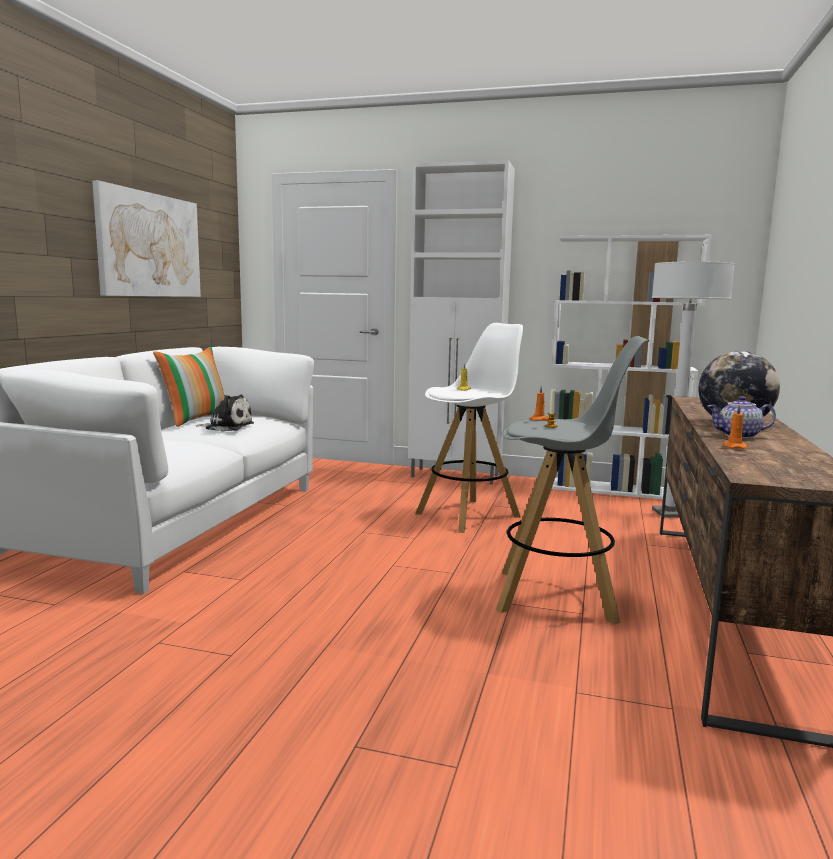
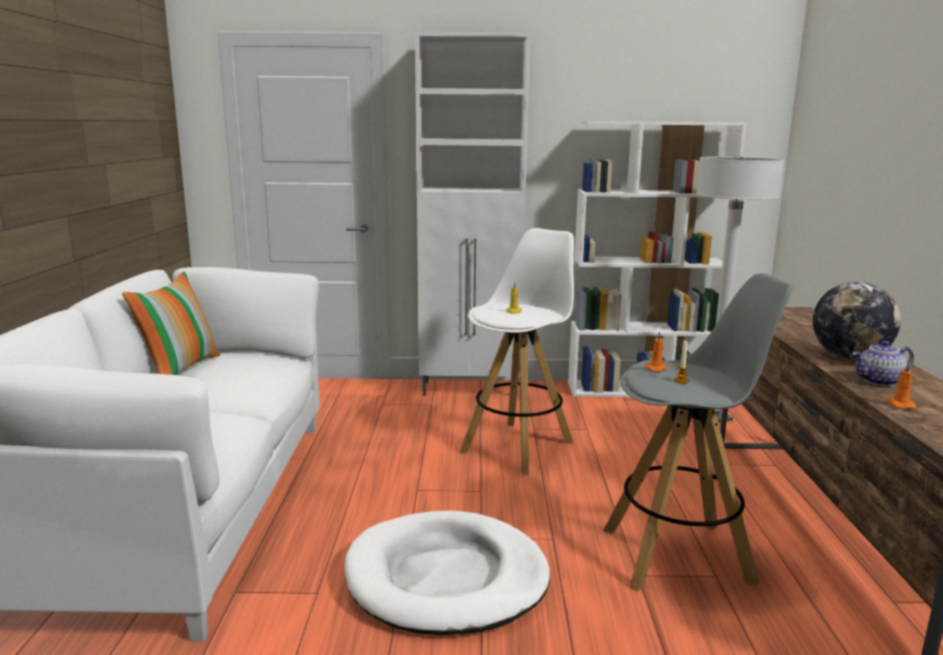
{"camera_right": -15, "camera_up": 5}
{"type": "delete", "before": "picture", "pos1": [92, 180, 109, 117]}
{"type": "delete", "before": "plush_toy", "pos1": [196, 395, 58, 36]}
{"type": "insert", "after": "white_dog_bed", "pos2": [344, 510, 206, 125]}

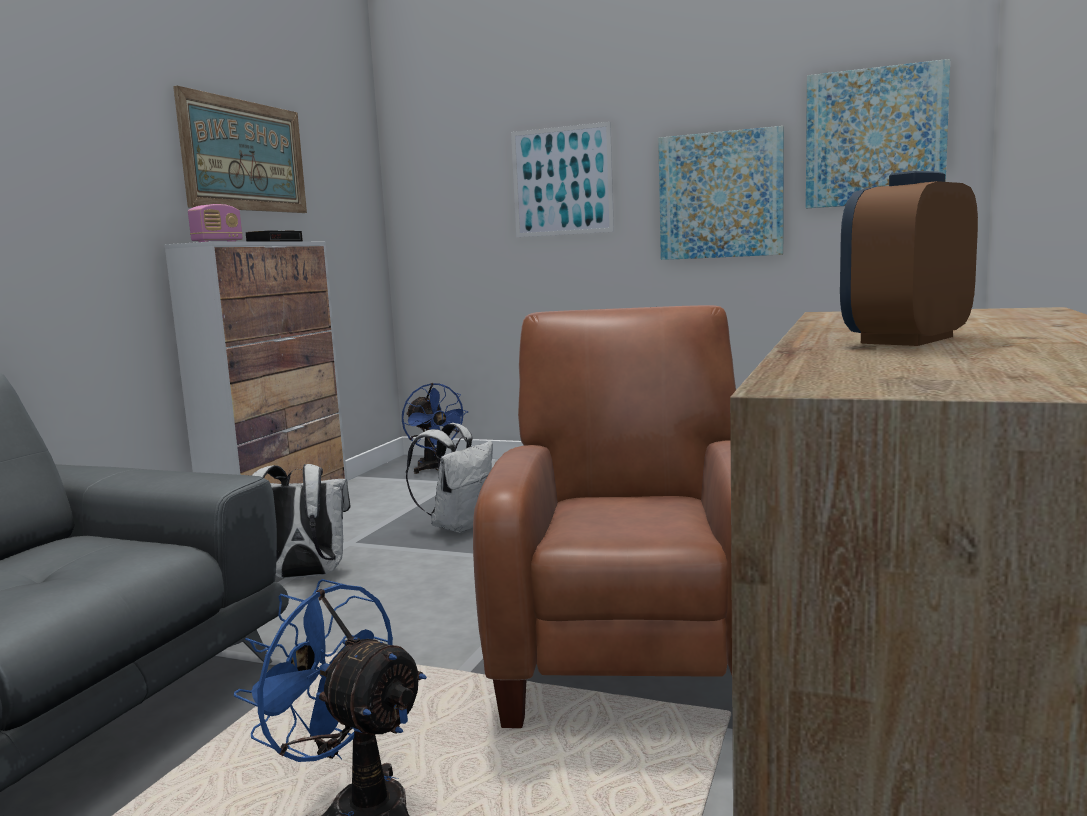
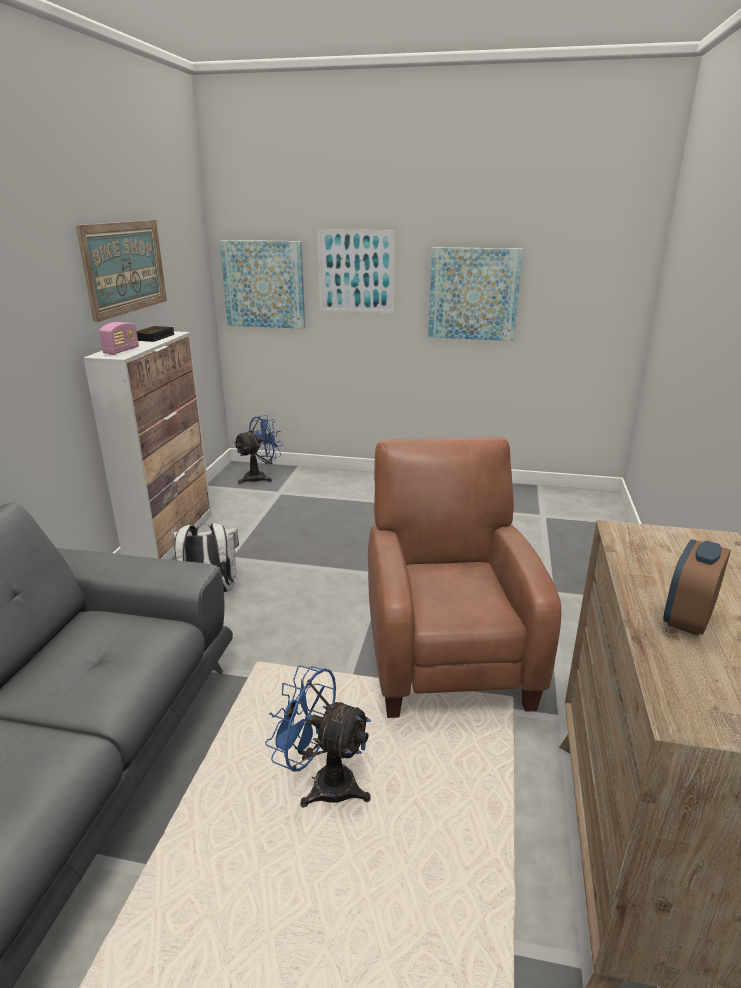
{"camera_right": -10, "camera_up": 15}
{"type": "rotate", "before": "blue_fan", "pos1": [402, 383, 67, 91], "pos2": [234, 415, 49, 69], "turn": -90}
{"type": "delete", "before": "white_backpack", "pos1": [406, 423, 87, 110]}
{"type": "move", "before": "picture", "pos1": [806, 59, 144, 149], "pos2": [220, 240, 85, 89]}

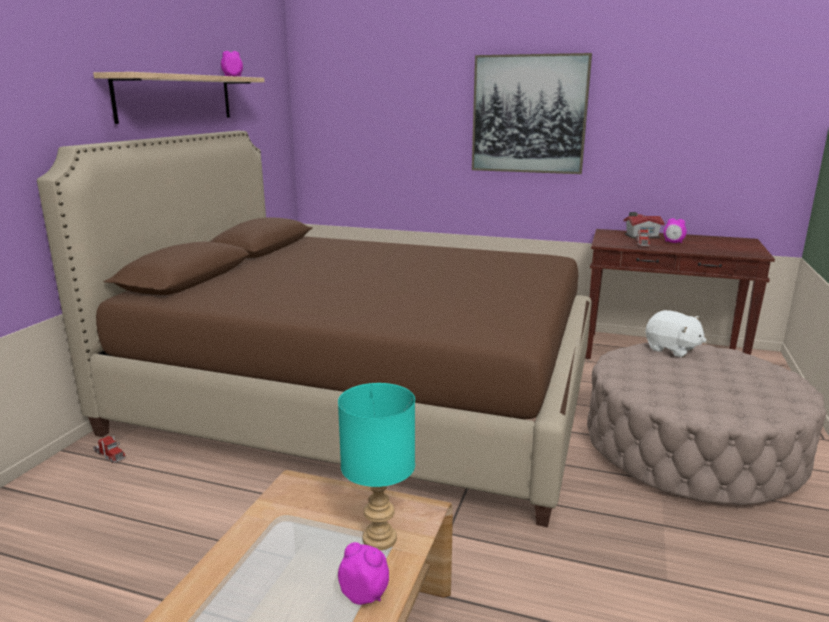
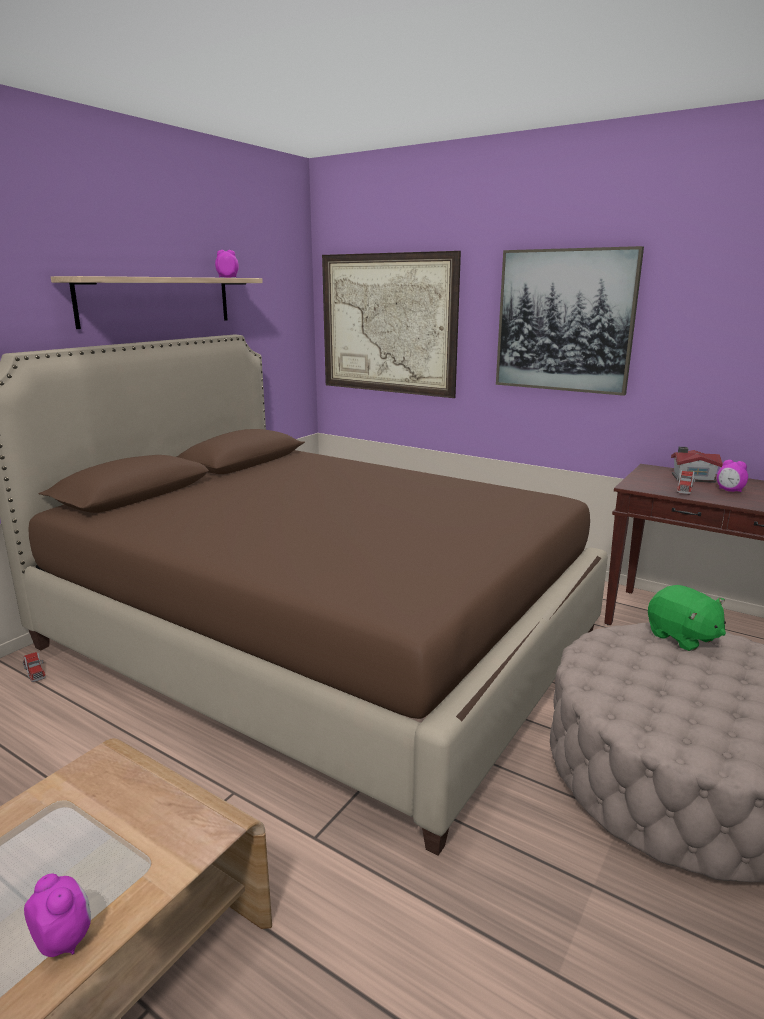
{"camera_right": 15, "camera_up": 0}
{"type": "delete", "before": "turquoise_table_lamp", "pos1": [338, 383, 77, 167]}
{"type": "recolor", "before": "white_plush_toy", "after": "green_plush_toy", "pos1": [646, 310, 60, 47], "pos2": [648, 585, 78, 66]}
{"type": "insert", "after": "picture", "pos2": [322, 251, 139, 147]}

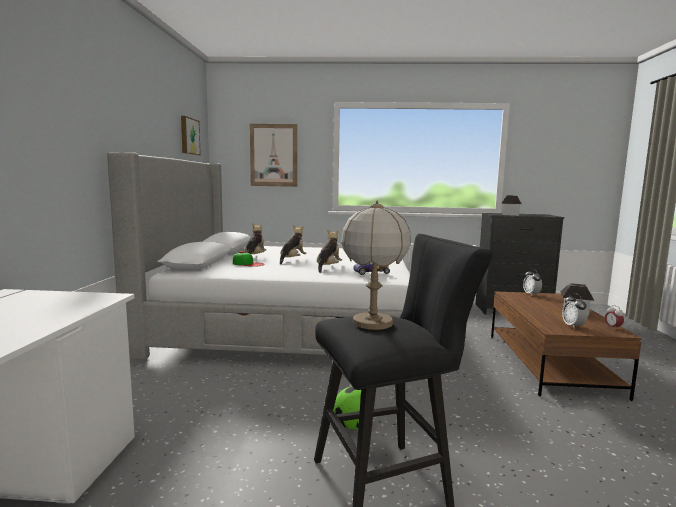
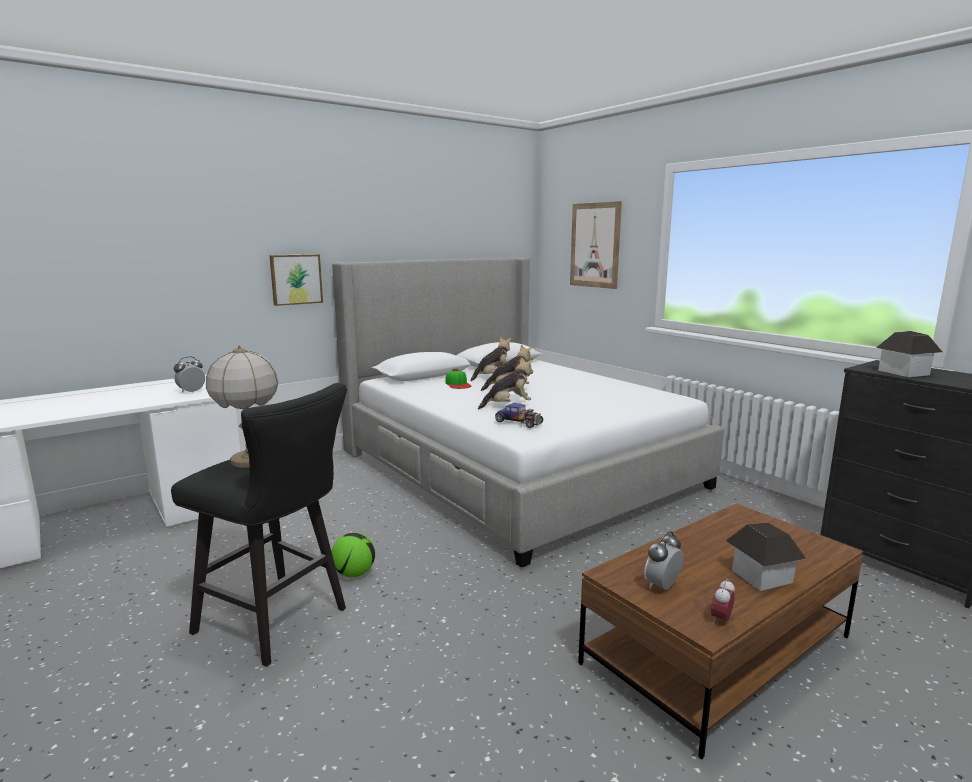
{"camera_right": 50, "camera_up": 5}
{"type": "move", "before": "picture", "pos1": [181, 116, 20, 39], "pos2": [269, 254, 54, 52]}
{"type": "move", "before": "alarm_clock", "pos1": [523, 269, 19, 27], "pos2": [174, 356, 31, 37]}

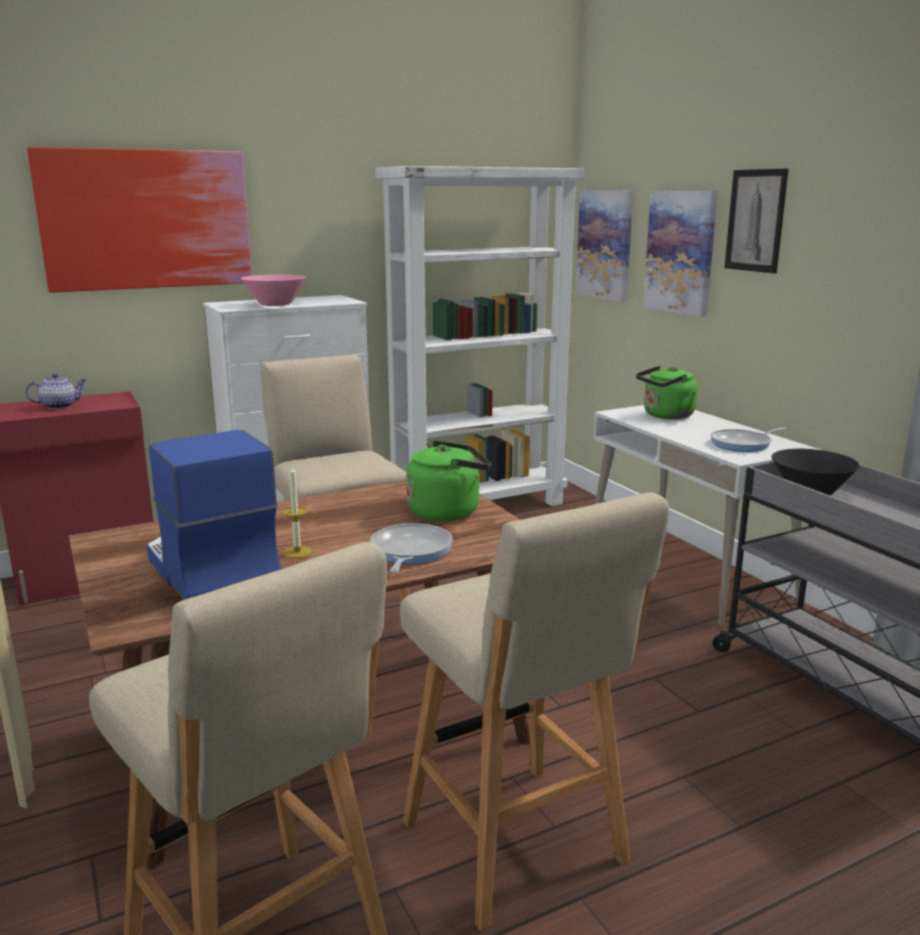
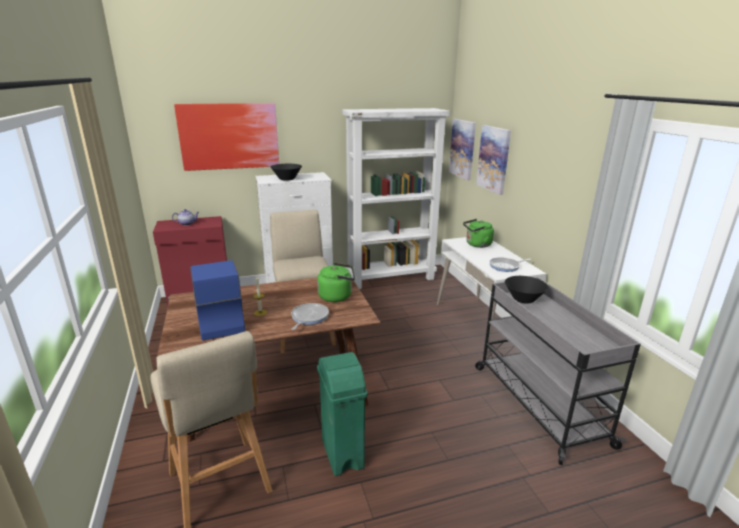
{"camera_right": 10, "camera_up": 5}
{"type": "recolor", "before": "pink_bowl", "after": "black_bowl", "pos1": [241, 274, 65, 32], "pos2": [271, 164, 31, 17]}
{"type": "replace", "before": "beige_stool", "after": "green_trash_can", "pos1": [400, 492, 269, 439], "pos2": [317, 352, 51, 124]}
{"type": "delete", "before": "picture", "pos1": [724, 169, 65, 105]}

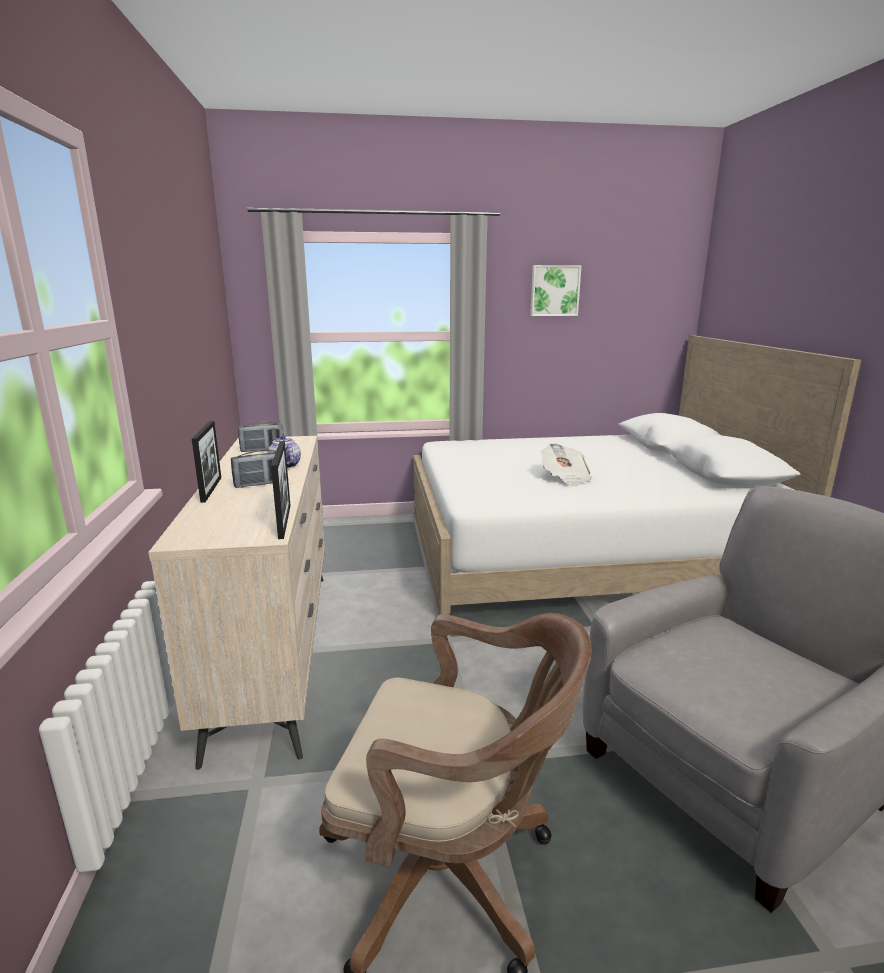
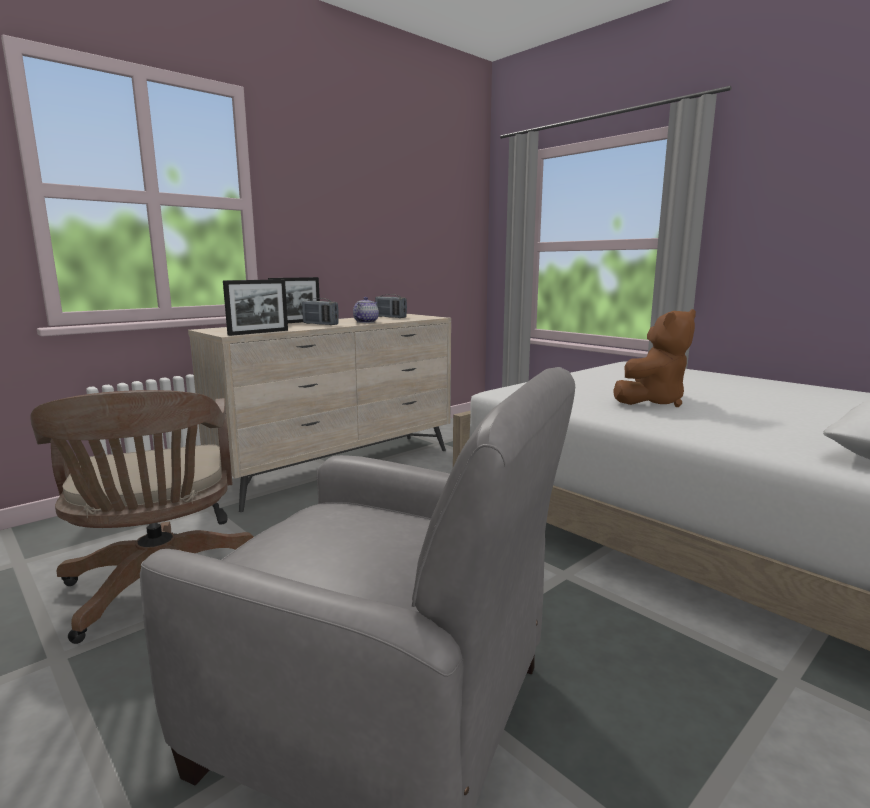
{"camera_right": 55, "camera_up": -5}
{"type": "delete", "before": "picture", "pos1": [530, 265, 52, 51]}
{"type": "replace", "before": "newspaper", "after": "brown_plush_toy", "pos1": [541, 443, 51, 44], "pos2": [613, 309, 83, 98]}

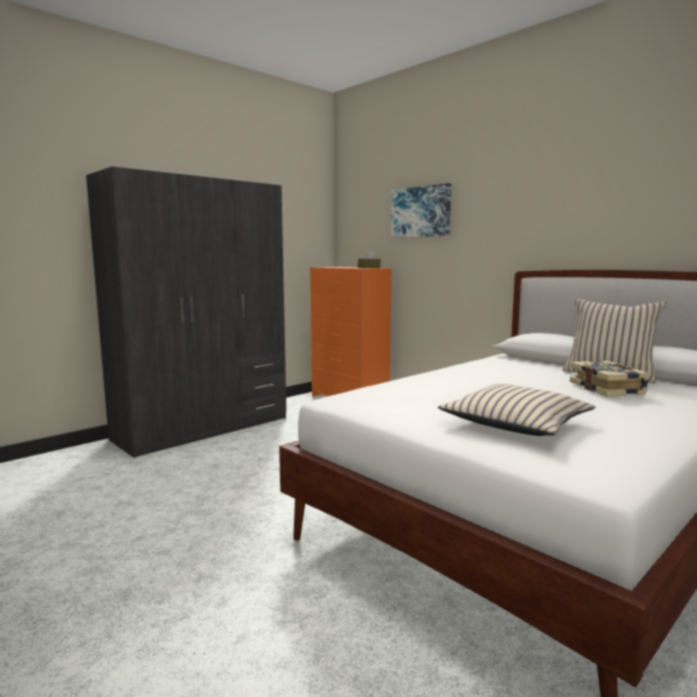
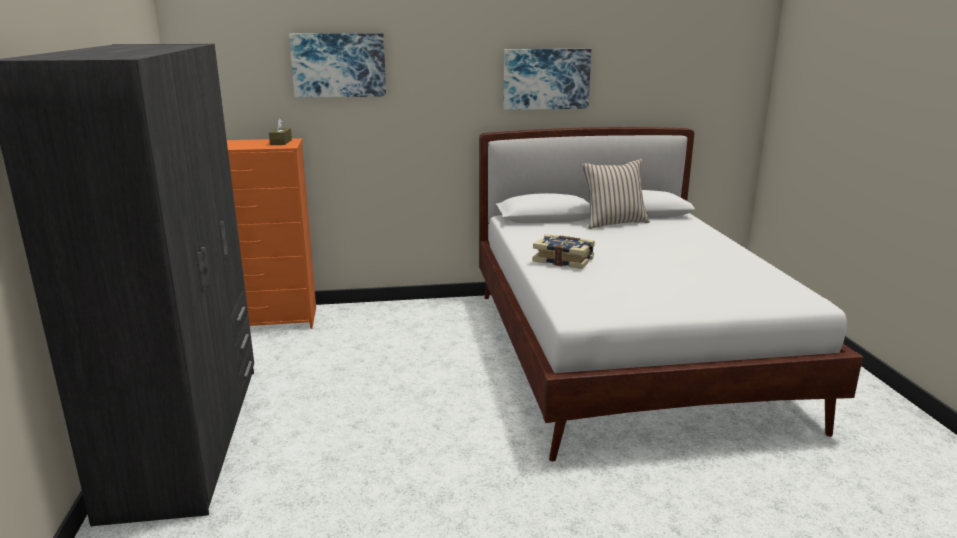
{"camera_right": -55, "camera_up": 10}
{"type": "delete", "before": "beige_pillow", "pos1": [438, 384, 158, 52]}
{"type": "move", "before": "book", "pos1": [570, 361, 79, 36], "pos2": [533, 234, 62, 35]}
{"type": "insert", "after": "picture", "pos2": [503, 49, 88, 61]}

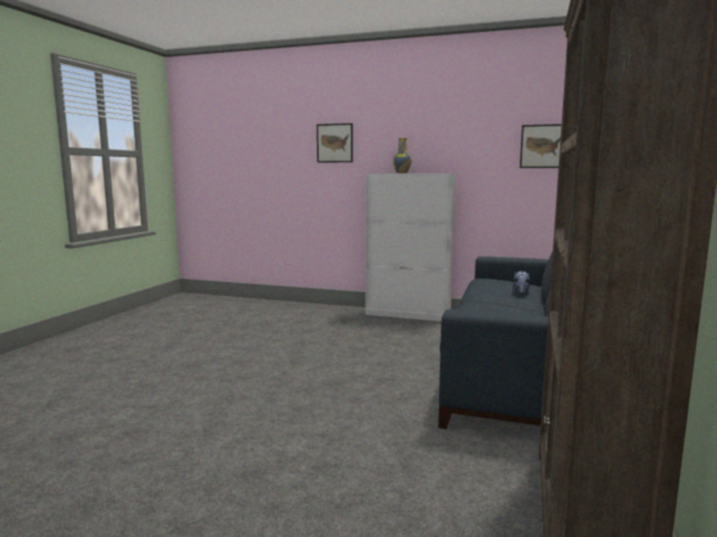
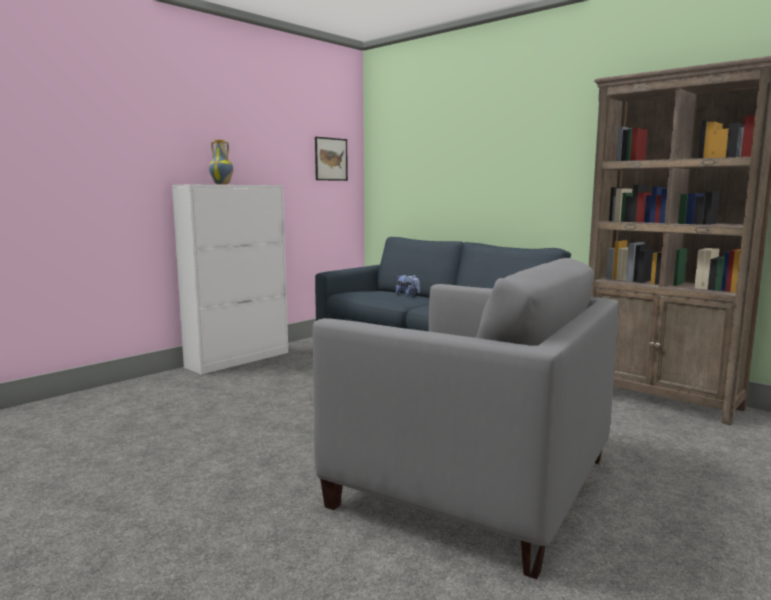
{"camera_right": -65, "camera_up": 0}
{"type": "delete", "before": "picture", "pos1": [317, 123, 36, 39]}
{"type": "insert", "after": "grey_armchair", "pos2": [313, 258, 306, 321]}

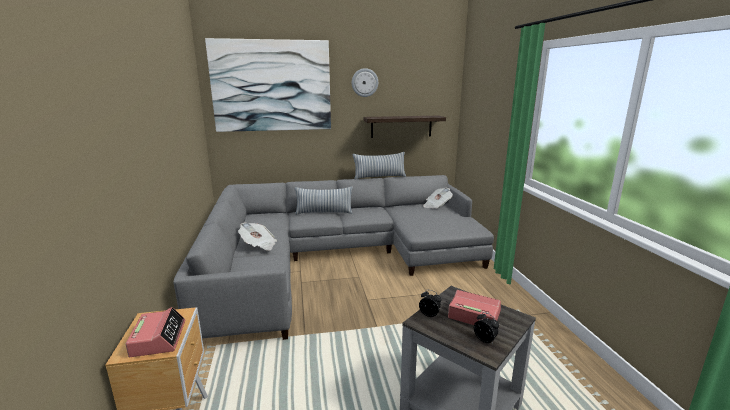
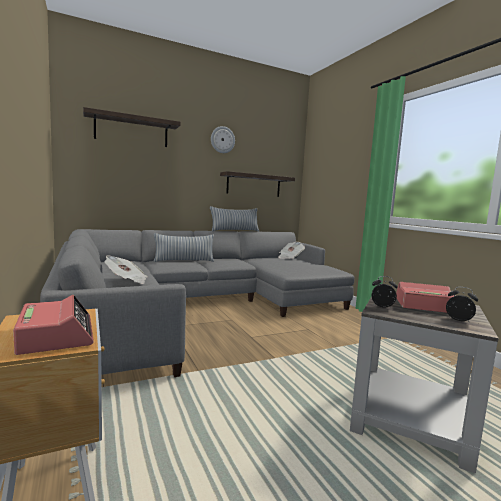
{"camera_right": -15, "camera_up": -10}
{"type": "replace", "before": "picture", "after": "shelf", "pos1": [205, 38, 126, 94], "pos2": [83, 107, 98, 40]}

